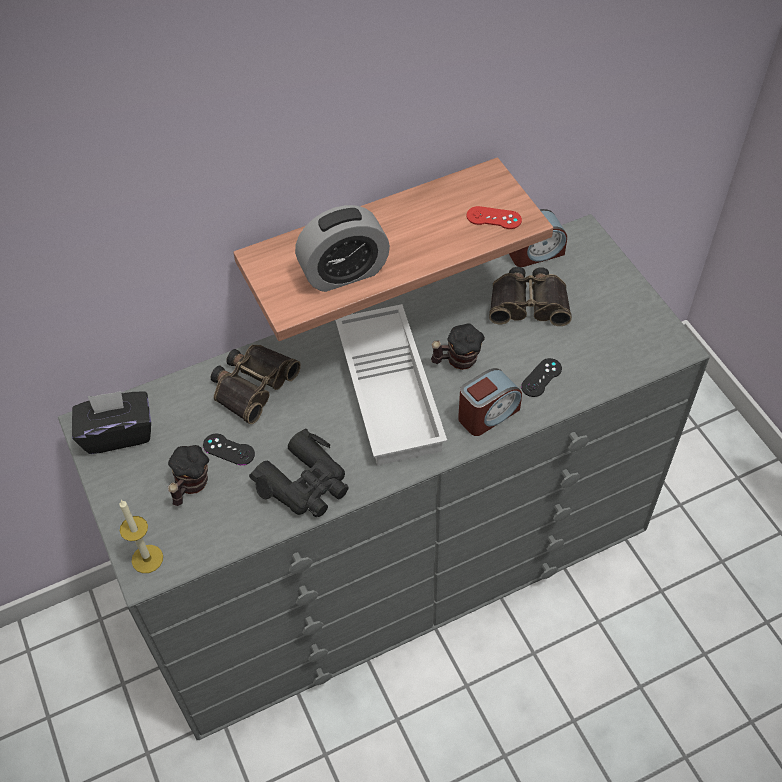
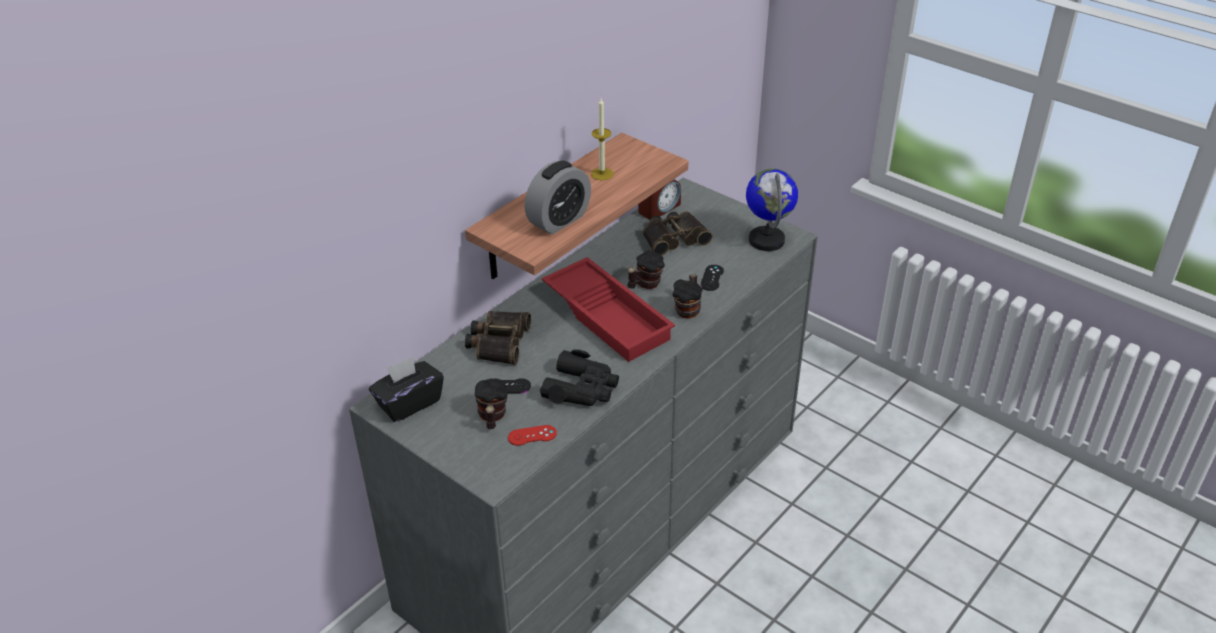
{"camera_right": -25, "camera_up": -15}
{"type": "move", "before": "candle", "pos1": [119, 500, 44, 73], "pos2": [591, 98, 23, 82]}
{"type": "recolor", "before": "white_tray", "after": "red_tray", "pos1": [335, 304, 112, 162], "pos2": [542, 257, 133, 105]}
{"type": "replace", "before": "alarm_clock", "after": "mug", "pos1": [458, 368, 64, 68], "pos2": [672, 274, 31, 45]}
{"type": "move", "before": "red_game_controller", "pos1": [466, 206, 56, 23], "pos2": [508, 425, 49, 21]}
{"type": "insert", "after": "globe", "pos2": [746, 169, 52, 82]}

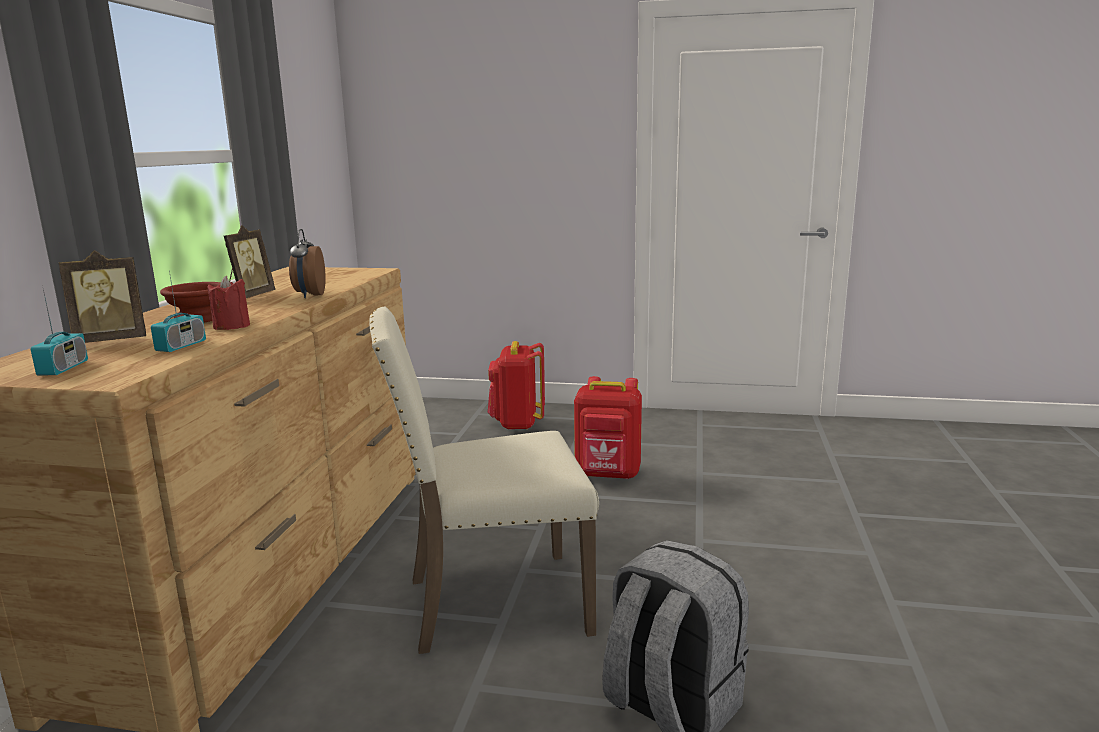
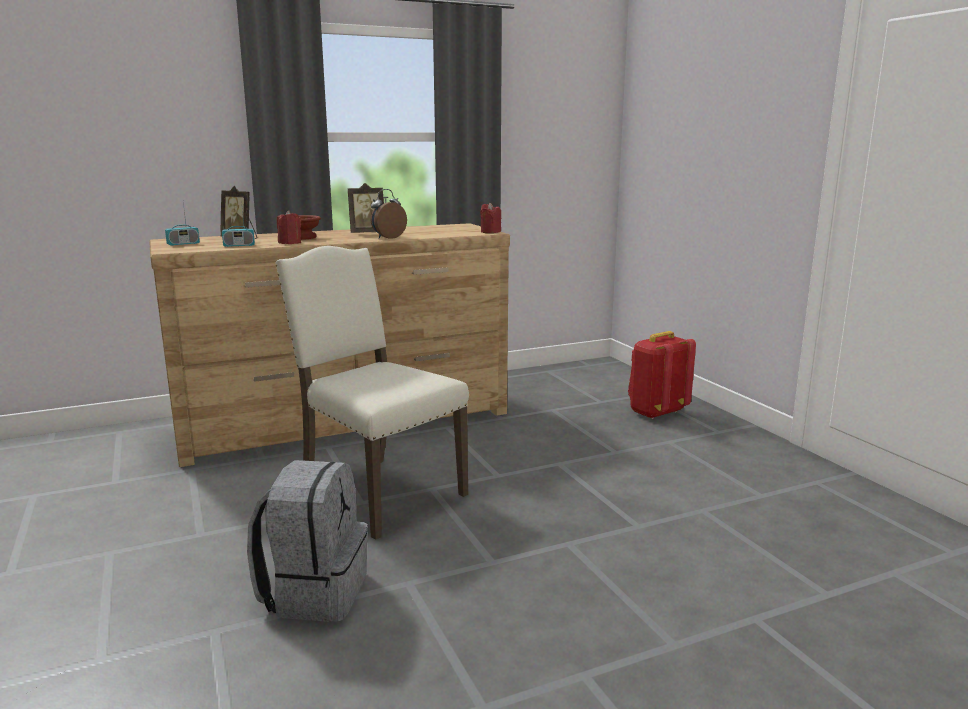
{"camera_right": 55, "camera_up": 0}
{"type": "delete", "before": "red_backpack", "pos1": [574, 376, 68, 103]}
{"type": "insert", "after": "red_candle", "pos2": [480, 202, 22, 31]}

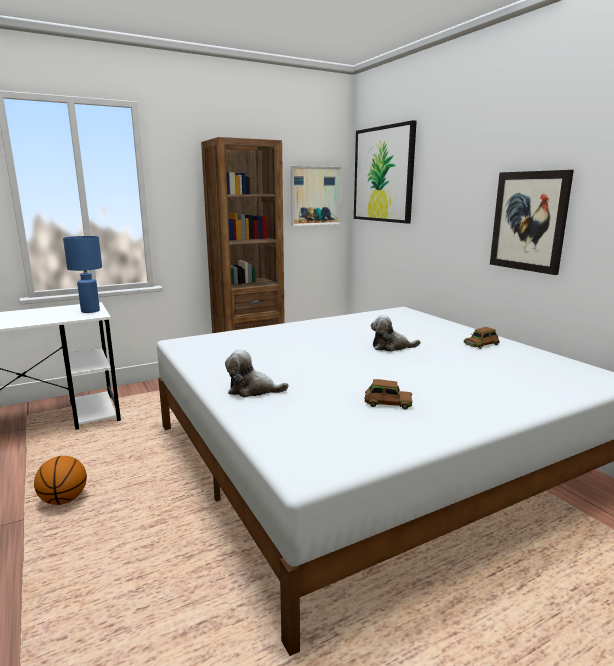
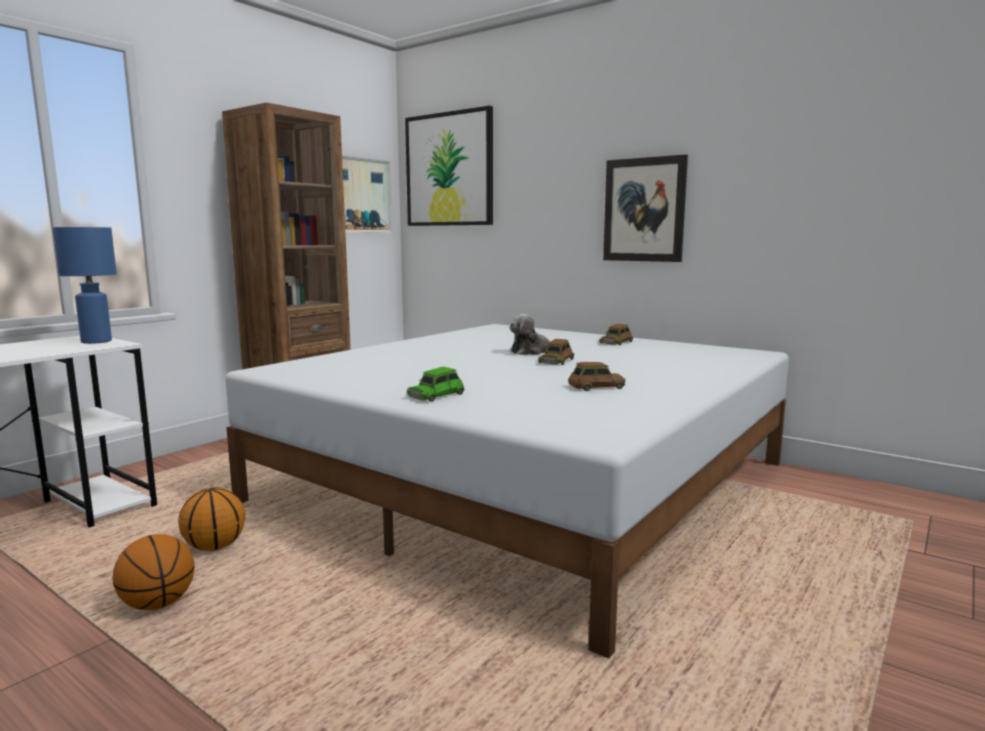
{"camera_right": -25, "camera_up": -5}
{"type": "replace", "before": "plush_toy", "after": "green_toy_car", "pos1": [225, 349, 63, 48], "pos2": [407, 367, 58, 35]}
{"type": "insert", "after": "basketball", "pos2": [178, 487, 67, 64]}
{"type": "insert", "after": "brown_toy_car", "pos2": [538, 339, 36, 26]}

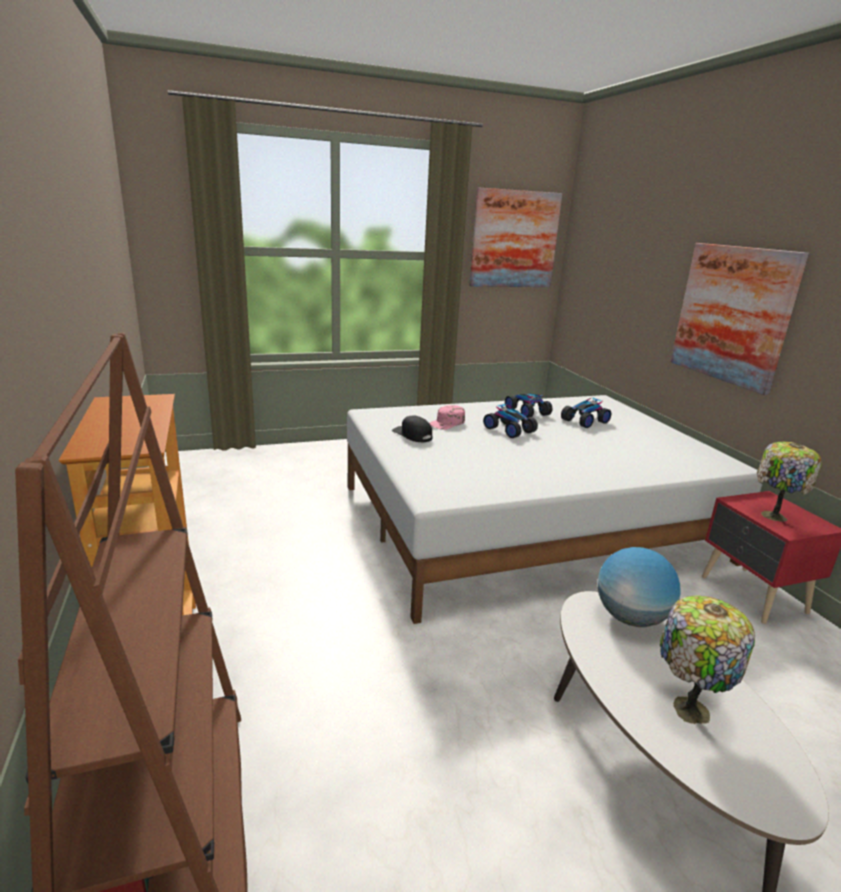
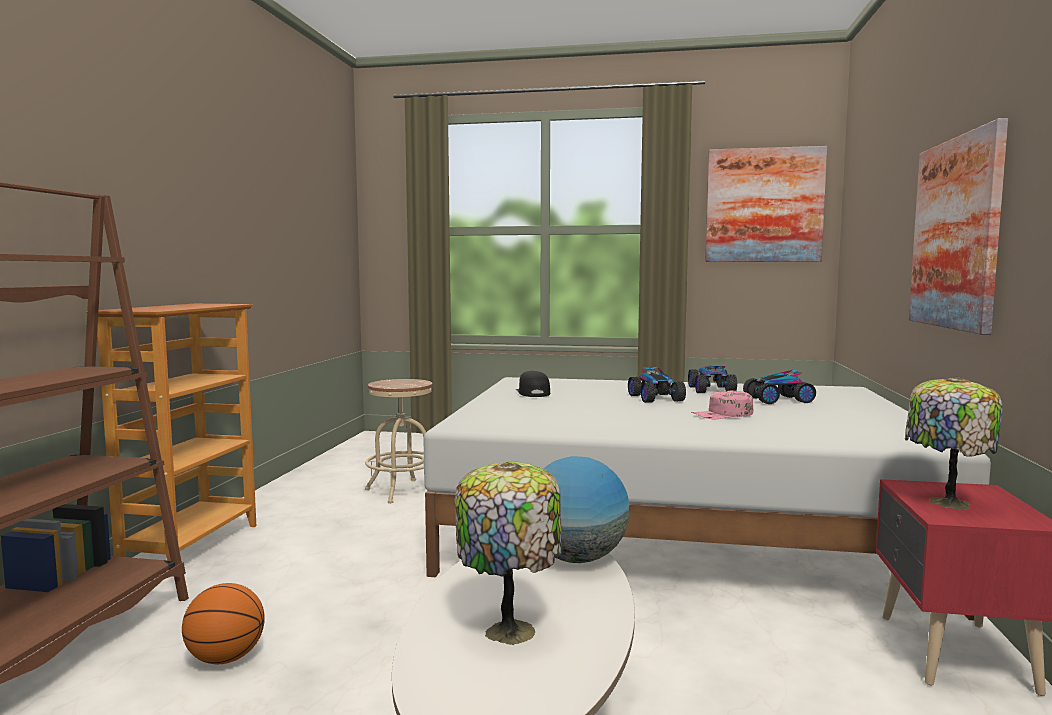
{"camera_right": 30, "camera_up": -15}
{"type": "move", "before": "pink_cap", "pos1": [430, 405, 35, 25], "pos2": [691, 390, 62, 29]}
{"type": "insert", "after": "basketball", "pos2": [182, 583, 83, 81]}
{"type": "insert", "after": "beige_stool", "pos2": [365, 379, 67, 125]}

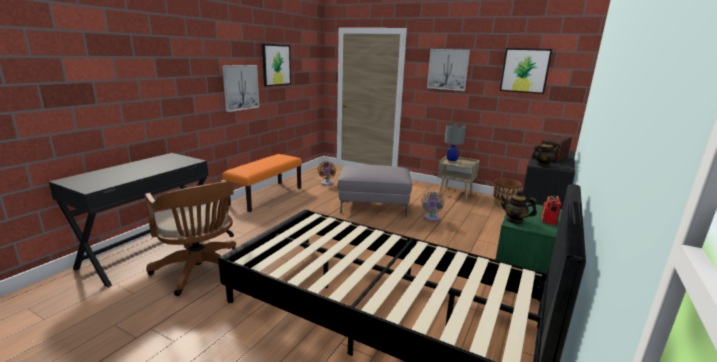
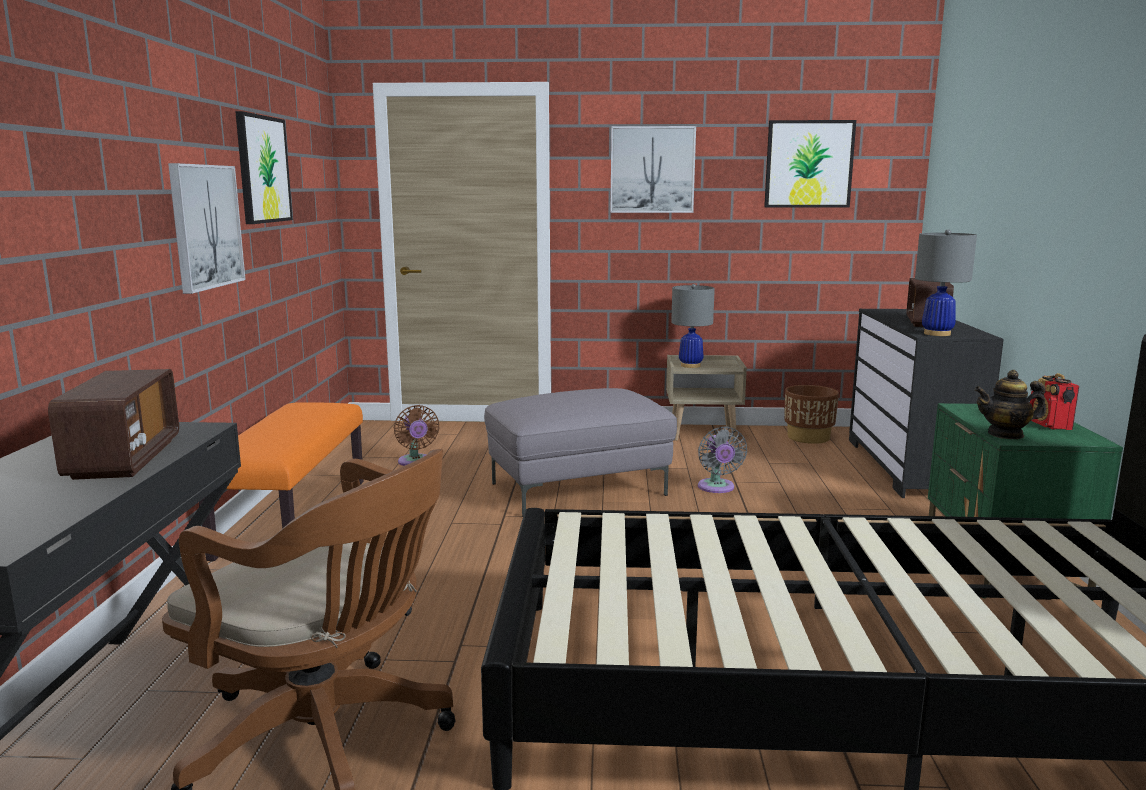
{"camera_right": -25, "camera_up": -5}
{"type": "replace", "before": "teapot", "after": "grey_table_lamp", "pos1": [531, 140, 29, 26], "pos2": [915, 229, 62, 107]}
{"type": "insert", "after": "radio", "pos2": [48, 369, 131, 111]}

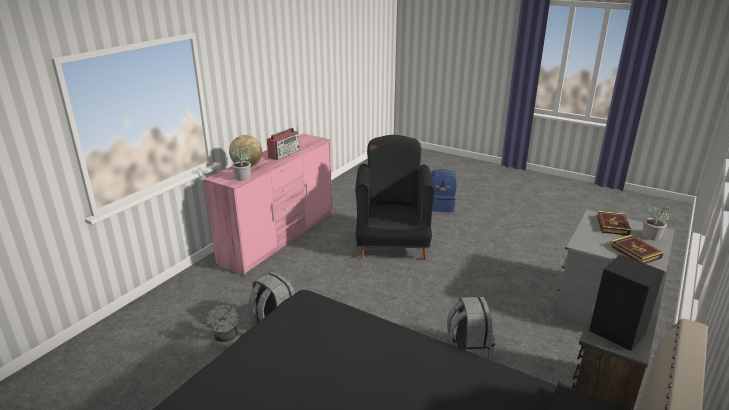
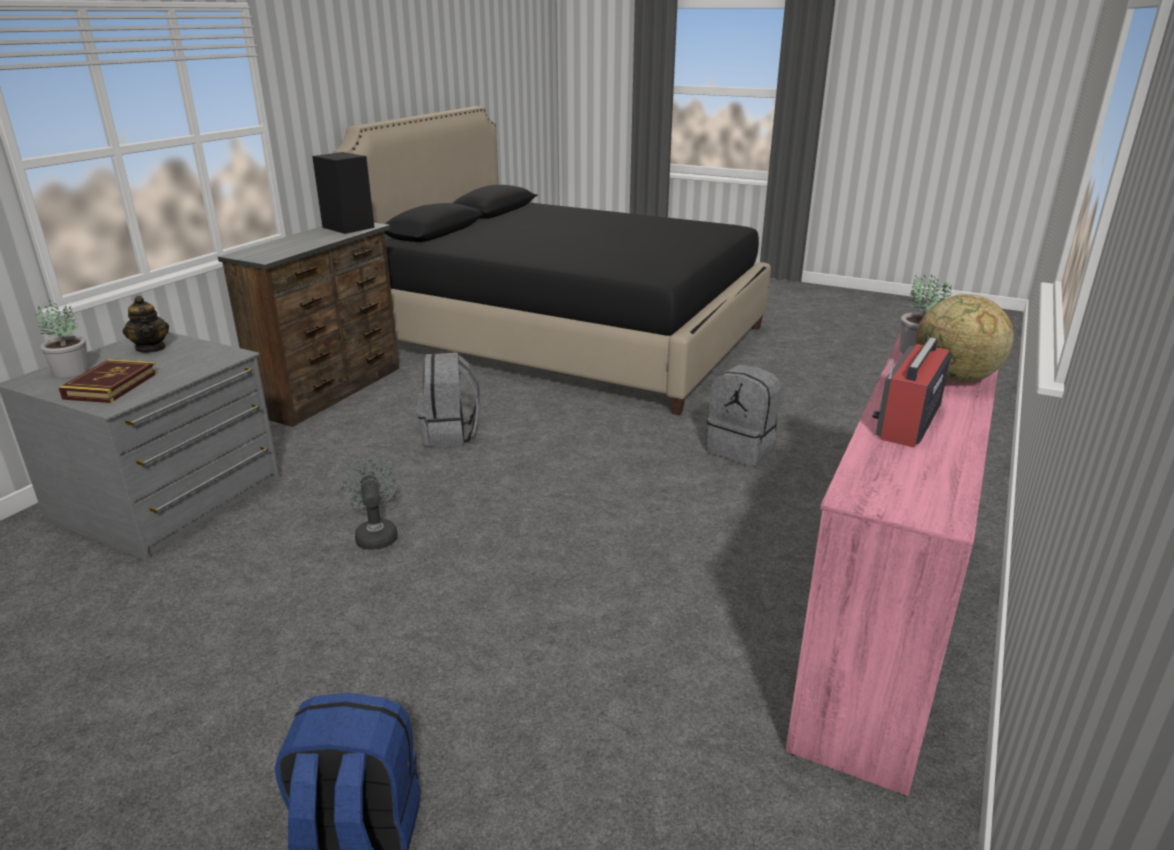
{"camera_right": 175, "camera_up": 0}
{"type": "move", "before": "grey_fan", "pos1": [206, 303, 32, 39], "pos2": [341, 458, 57, 92]}
{"type": "delete", "before": "black_armchair", "pos1": [355, 135, 80, 125]}
{"type": "replace", "before": "book", "after": "teapot", "pos1": [610, 235, 54, 29], "pos2": [123, 296, 46, 57]}

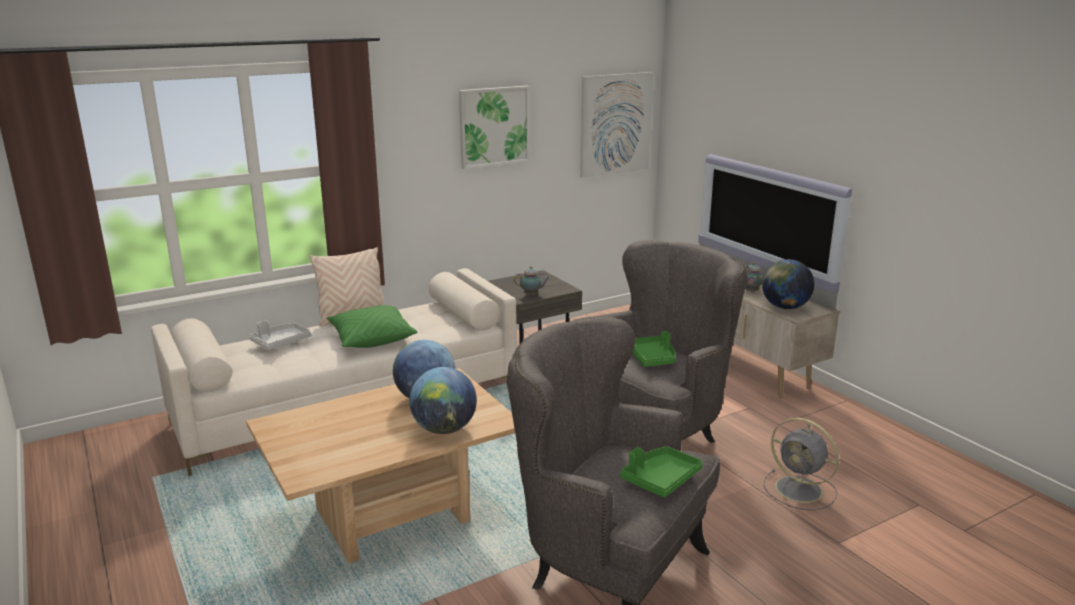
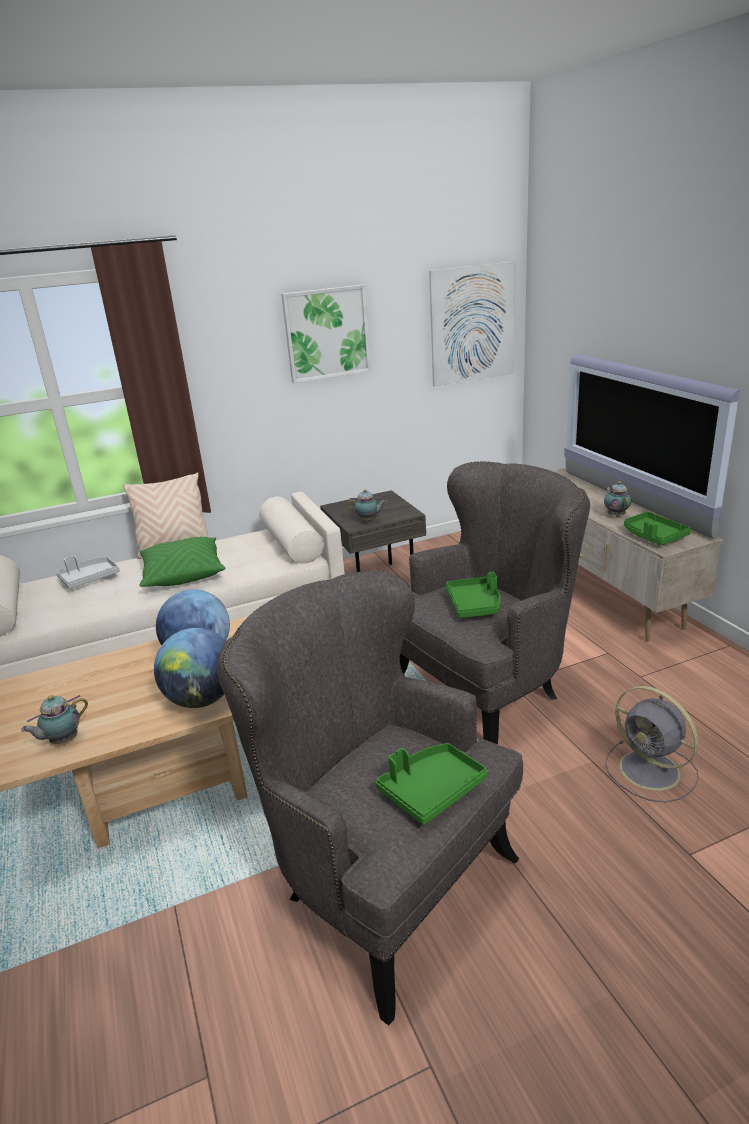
{"camera_right": 10, "camera_up": 5}
{"type": "replace", "before": "globe", "after": "green_tray", "pos1": [762, 259, 53, 50], "pos2": [624, 512, 67, 33]}
{"type": "insert", "after": "teapot", "pos2": [21, 695, 67, 49]}

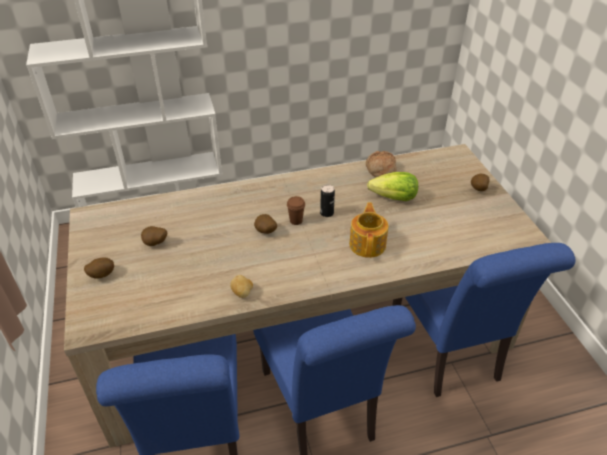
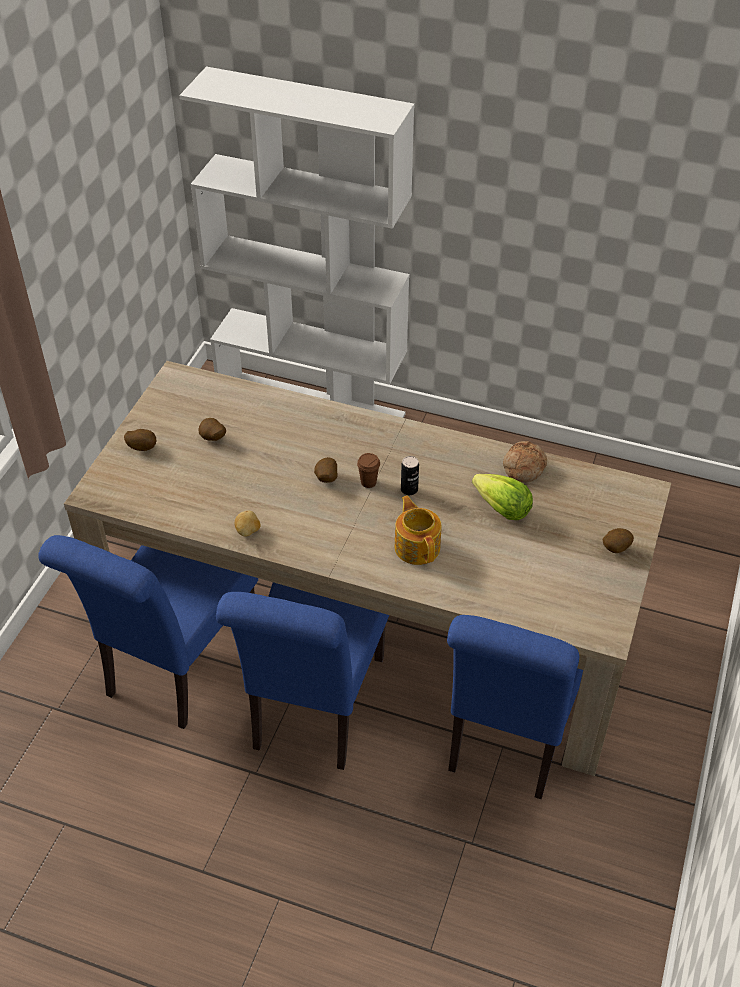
{"camera_right": 35, "camera_up": 5}
{"type": "rotate", "before": "teapot", "pos1": [349, 203, 39, 55], "pos2": [394, 496, 48, 69], "turn": -60}

